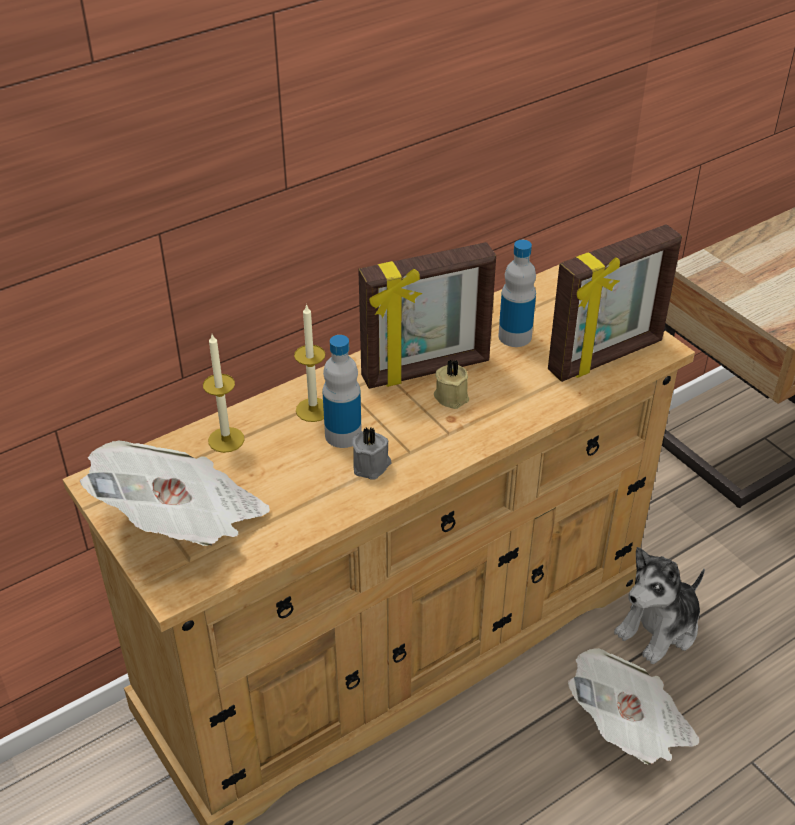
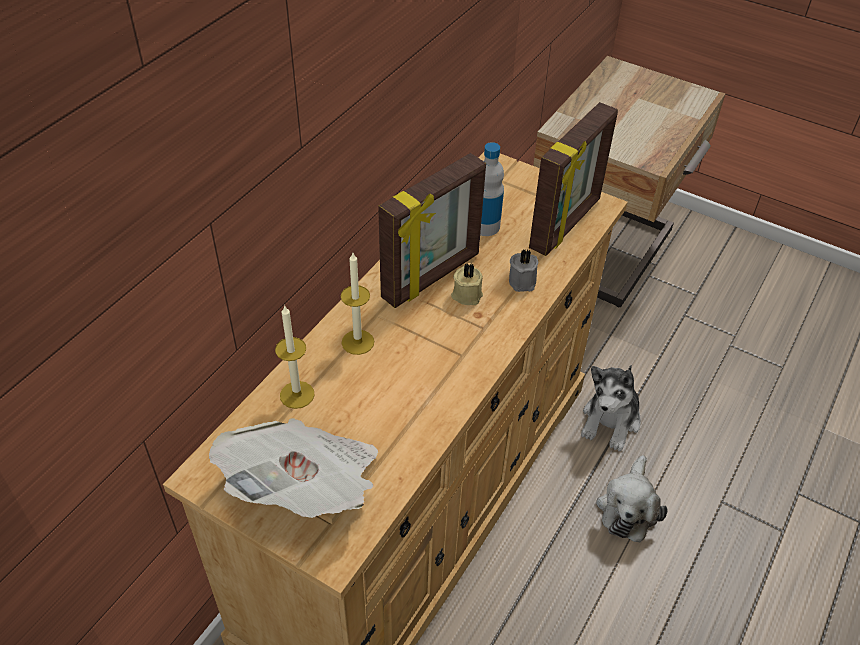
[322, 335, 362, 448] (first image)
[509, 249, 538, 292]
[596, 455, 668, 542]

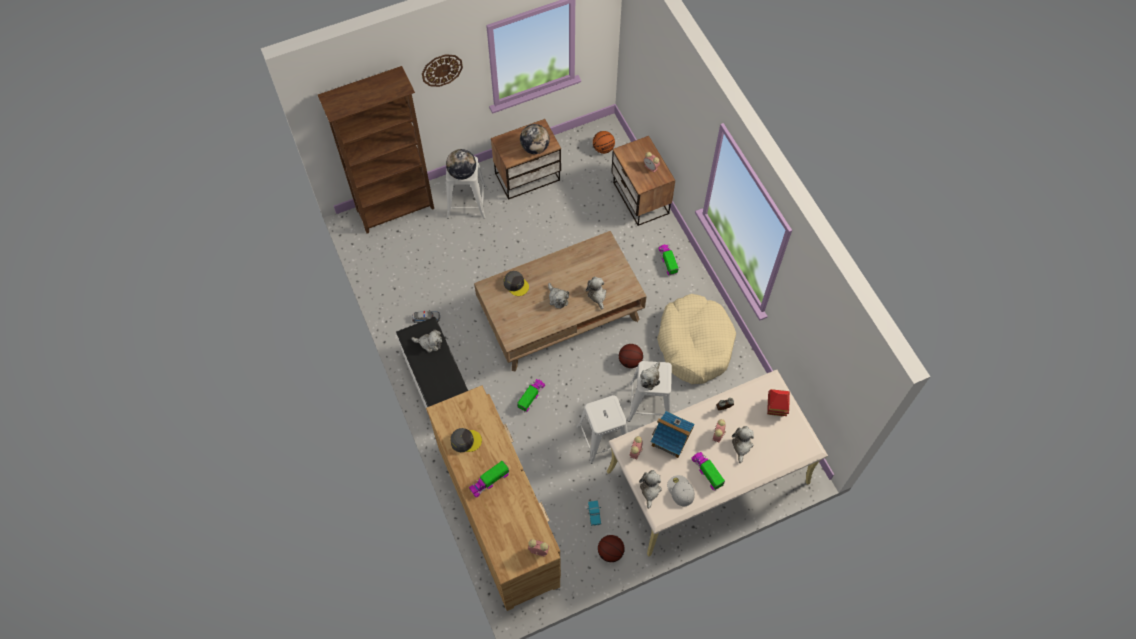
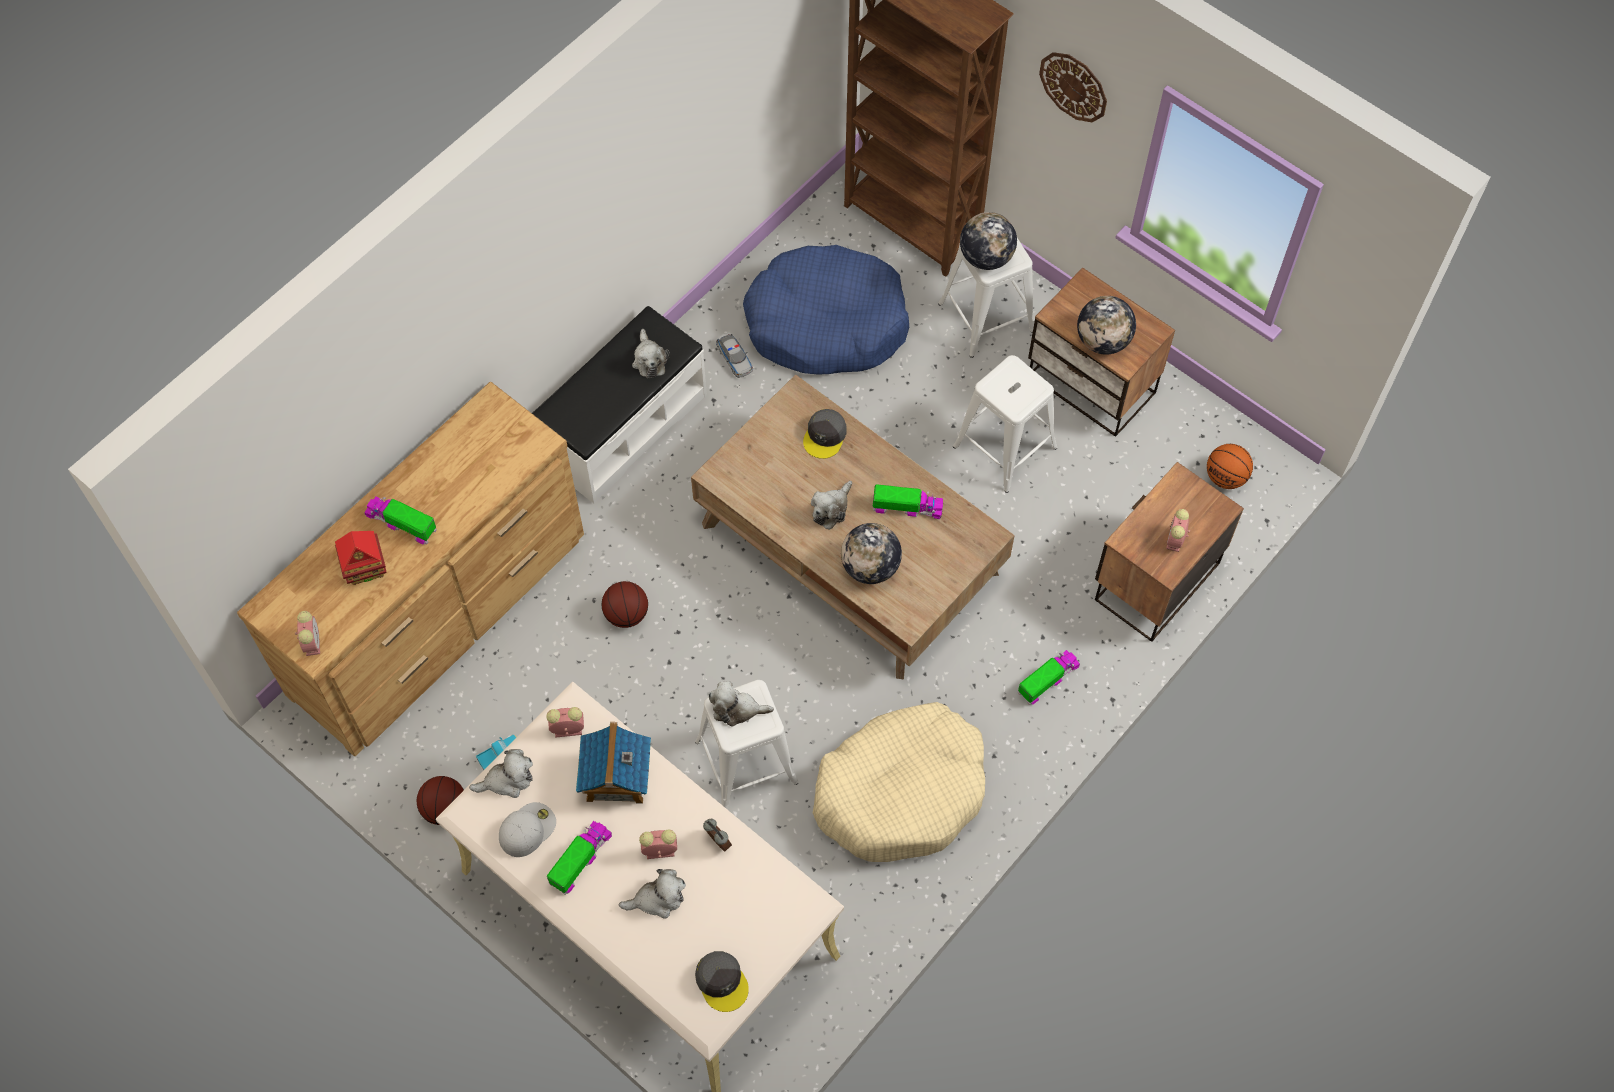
[695, 951, 749, 1012]
[873, 484, 943, 520]
[953, 355, 1057, 493]
[841, 523, 902, 584]
[602, 581, 648, 628]
[335, 531, 387, 585]
[743, 245, 909, 375]

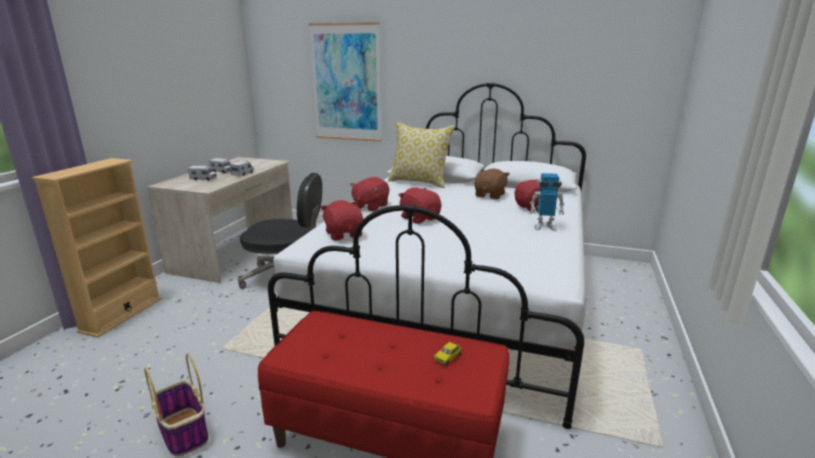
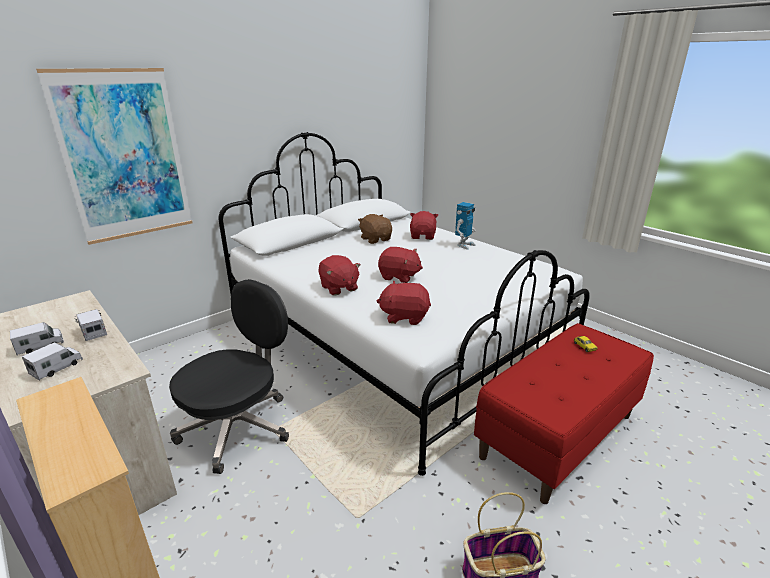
[388, 122, 455, 188] (first image)
[378, 247, 423, 283]

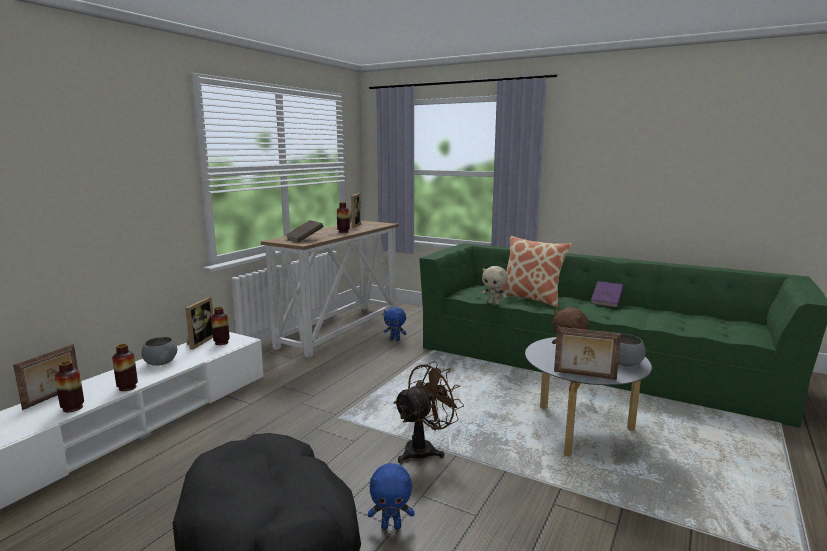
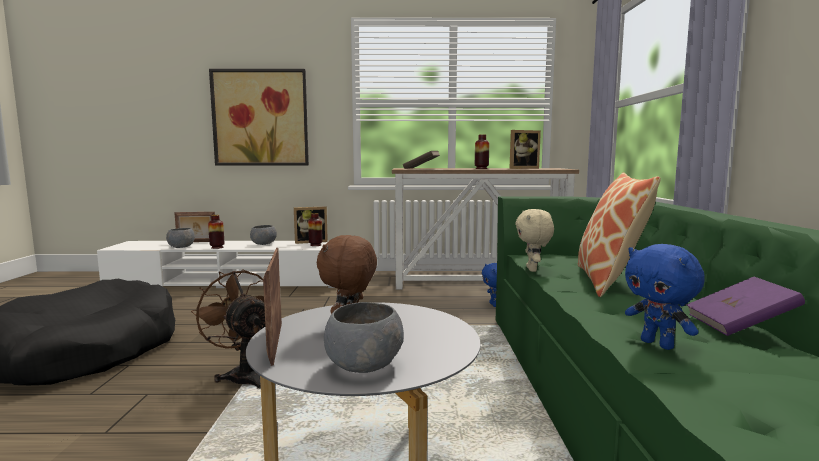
[166, 228, 195, 248]
[625, 244, 705, 350]
[191, 269, 265, 389]
[209, 69, 309, 166]

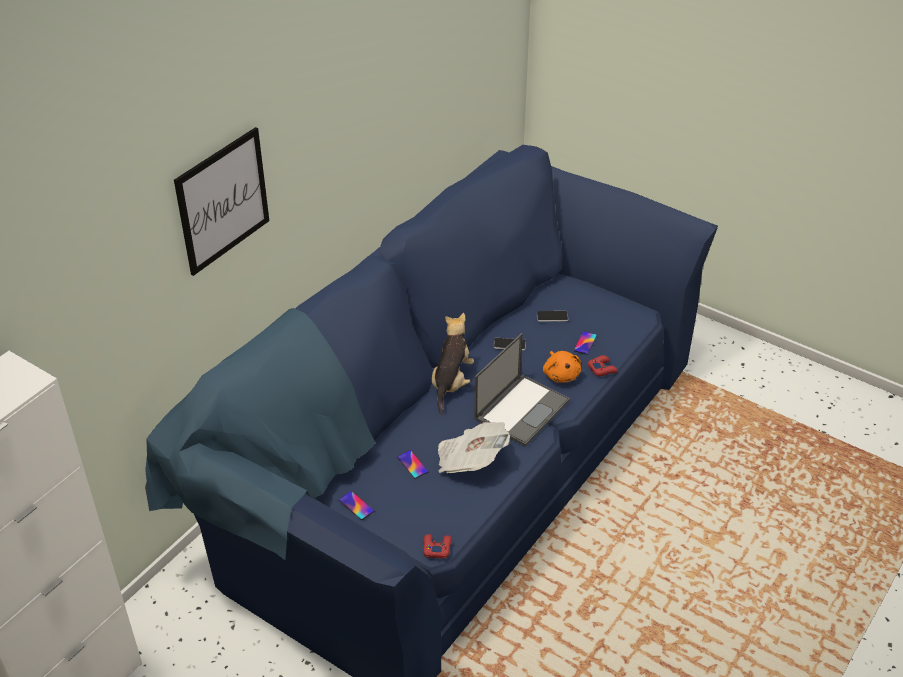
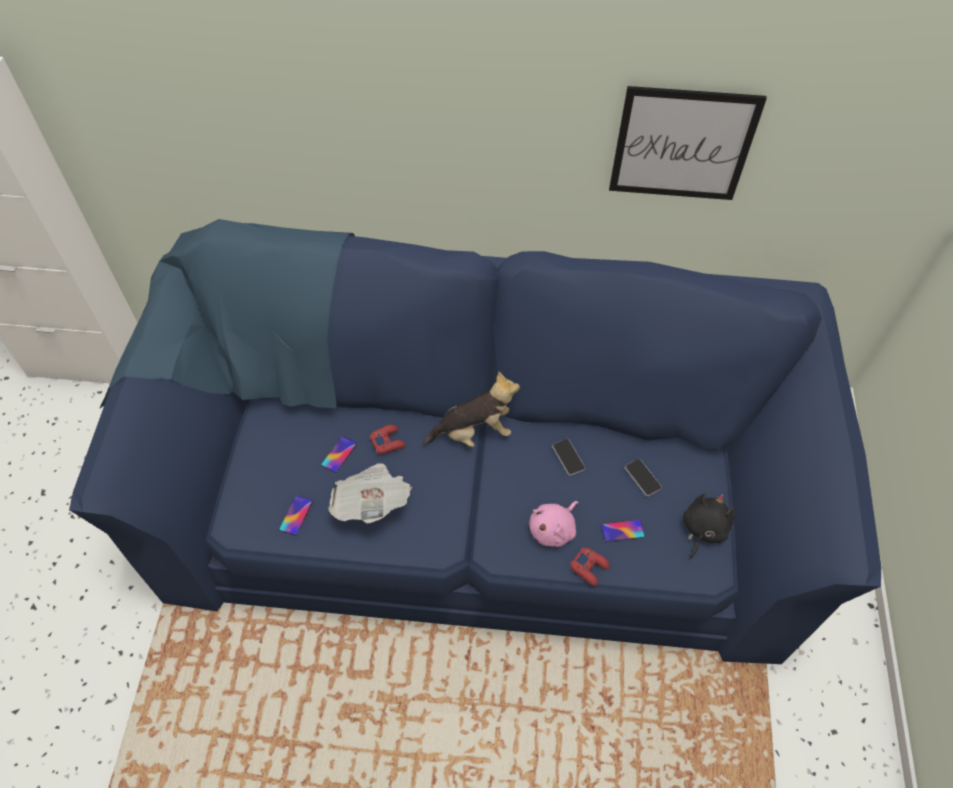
[609, 86, 767, 200]
[279, 495, 313, 536]
[370, 425, 406, 454]
[474, 333, 570, 447] (first image)
[529, 501, 578, 547]
[683, 493, 735, 559]

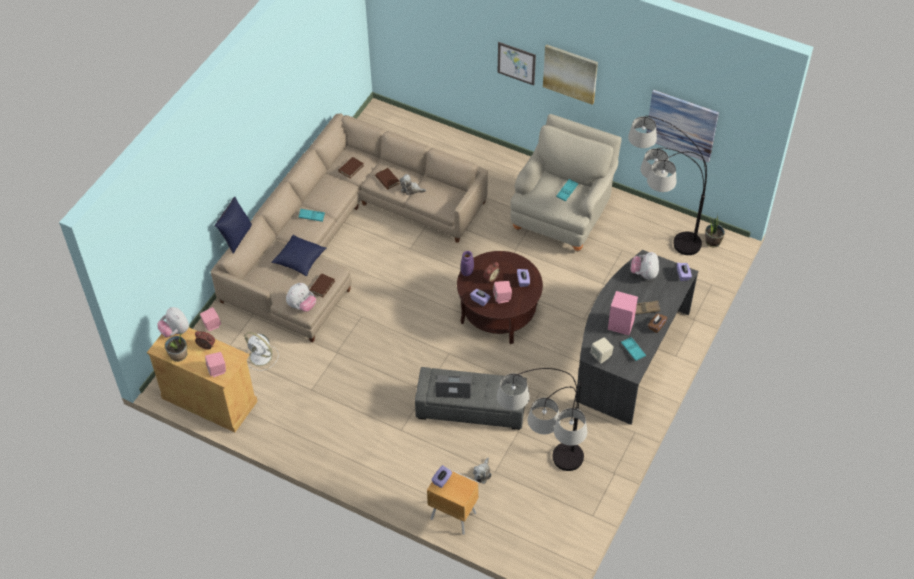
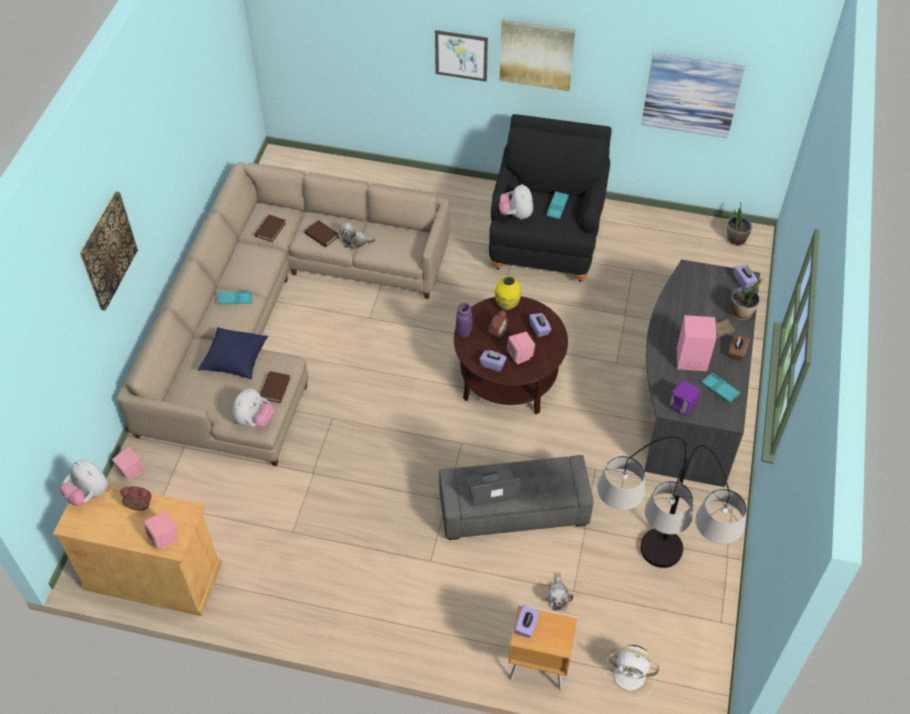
[730, 278, 764, 320]
[215, 197, 252, 254] (first image)
[605, 645, 659, 699]
[489, 114, 612, 282]
[669, 380, 701, 416]
[628, 116, 707, 255] (first image)
[499, 184, 533, 219]
[80, 191, 138, 311]
[495, 275, 521, 310]

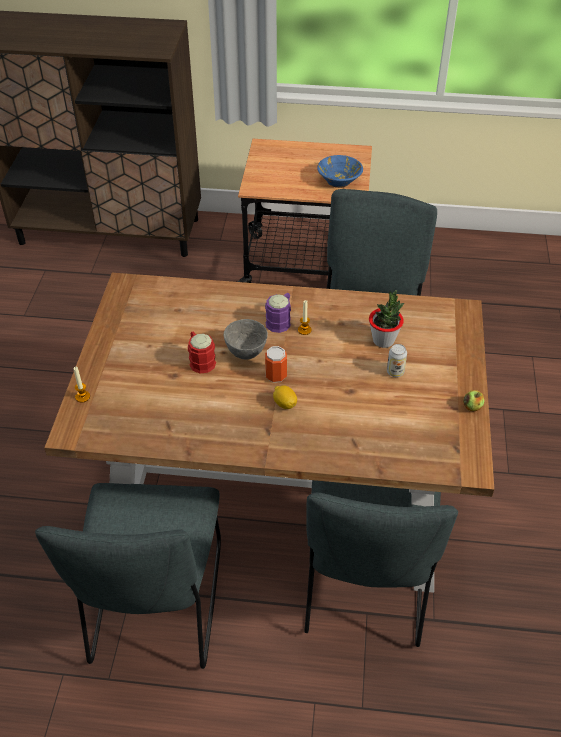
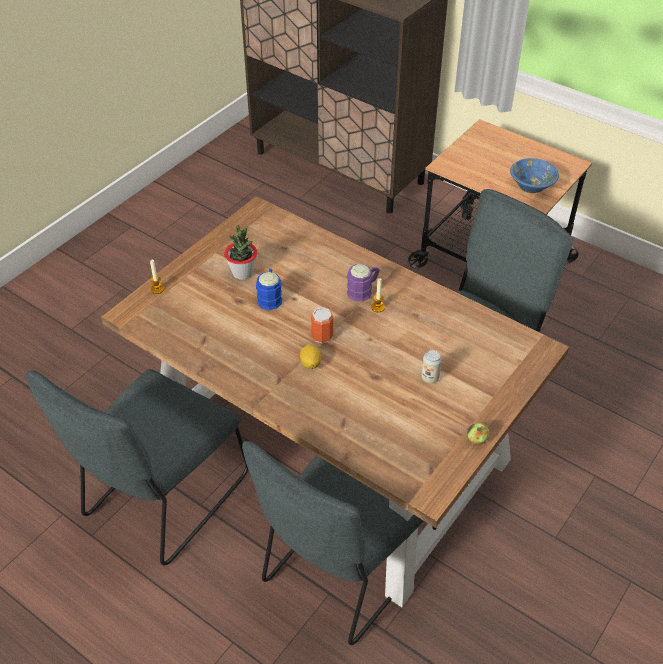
[256, 269, 282, 310]
[224, 319, 268, 360] (first image)
[224, 226, 257, 280]

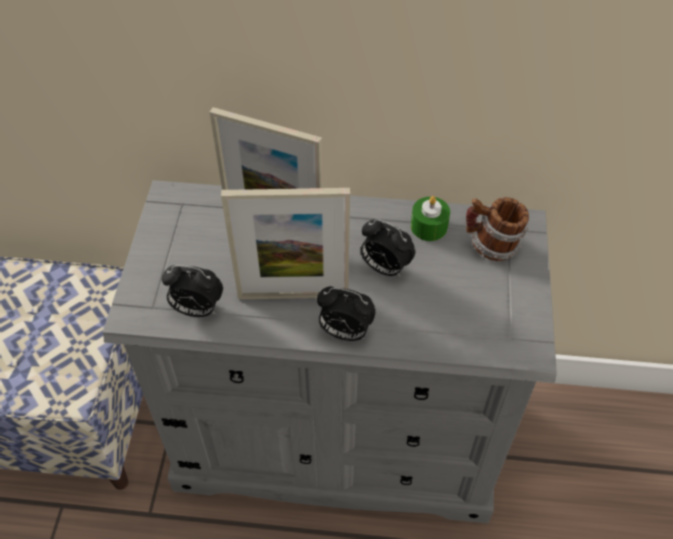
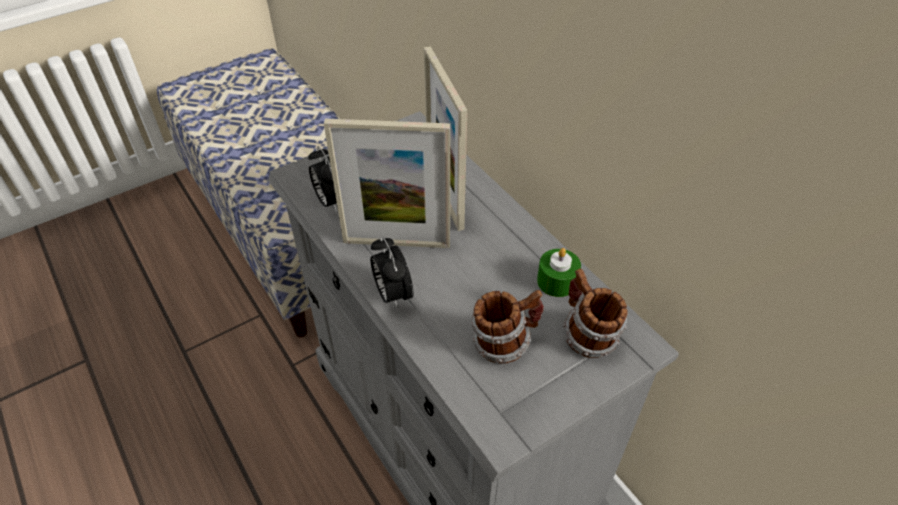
[324, 119, 450, 248]
[361, 219, 415, 277] (first image)
[471, 290, 544, 364]

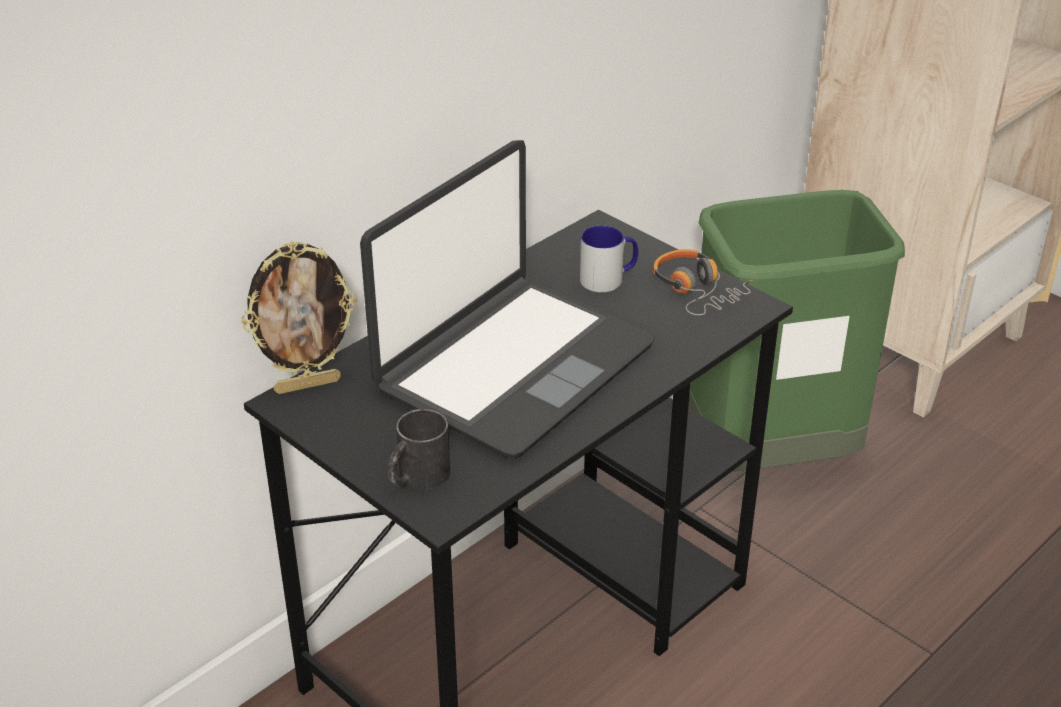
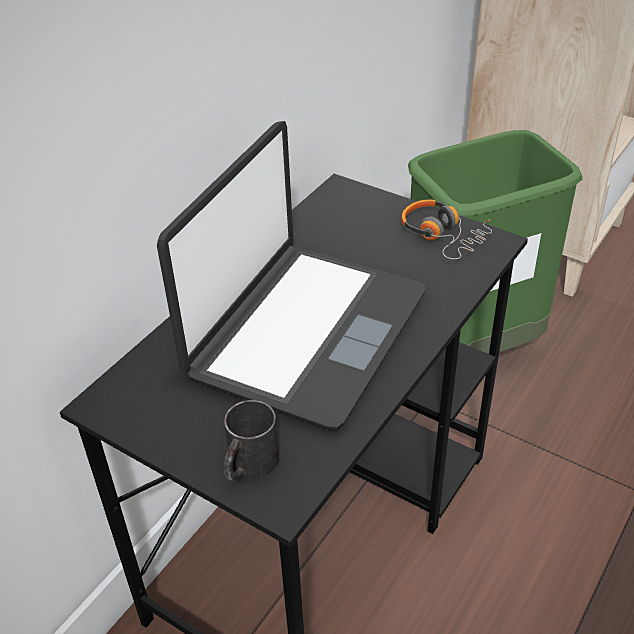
[241, 241, 357, 394] (first image)
[580, 226, 638, 292] (first image)

